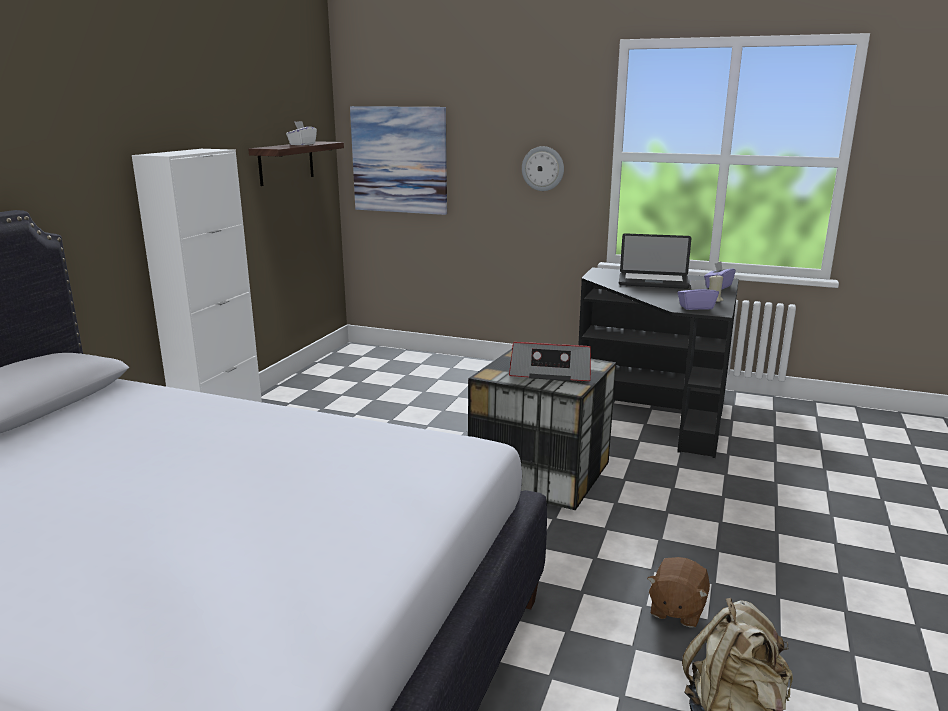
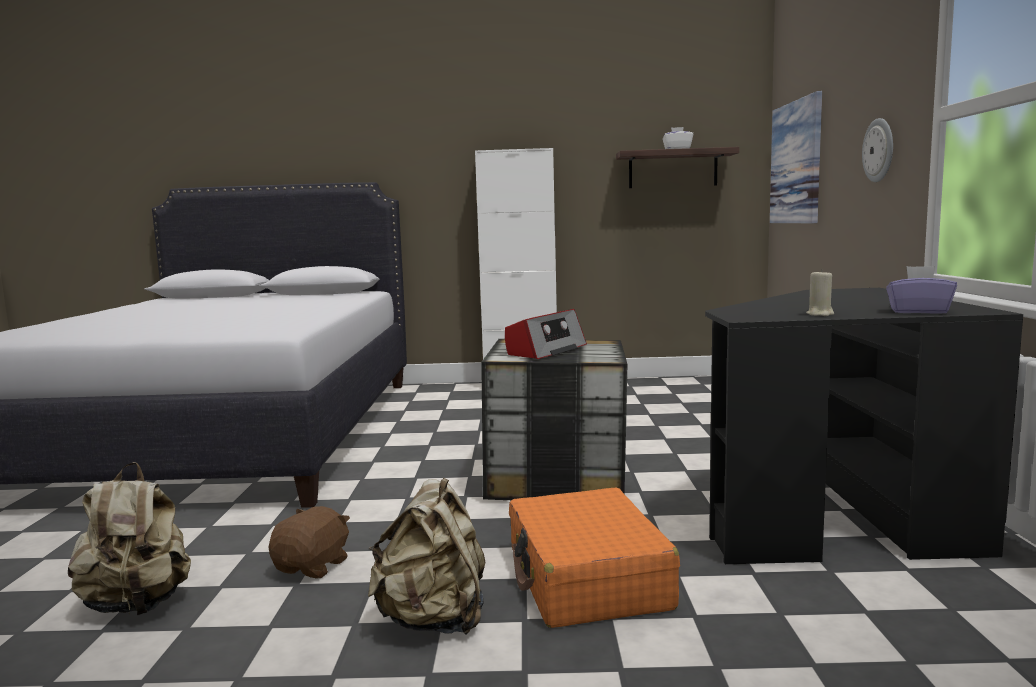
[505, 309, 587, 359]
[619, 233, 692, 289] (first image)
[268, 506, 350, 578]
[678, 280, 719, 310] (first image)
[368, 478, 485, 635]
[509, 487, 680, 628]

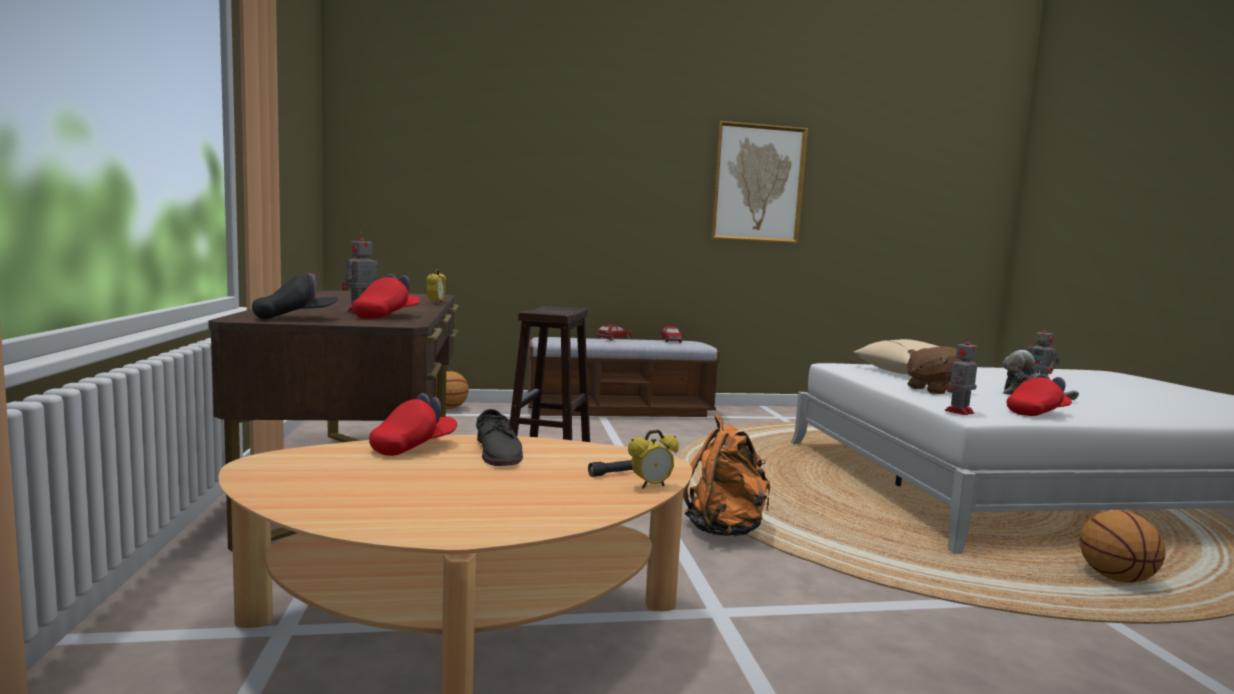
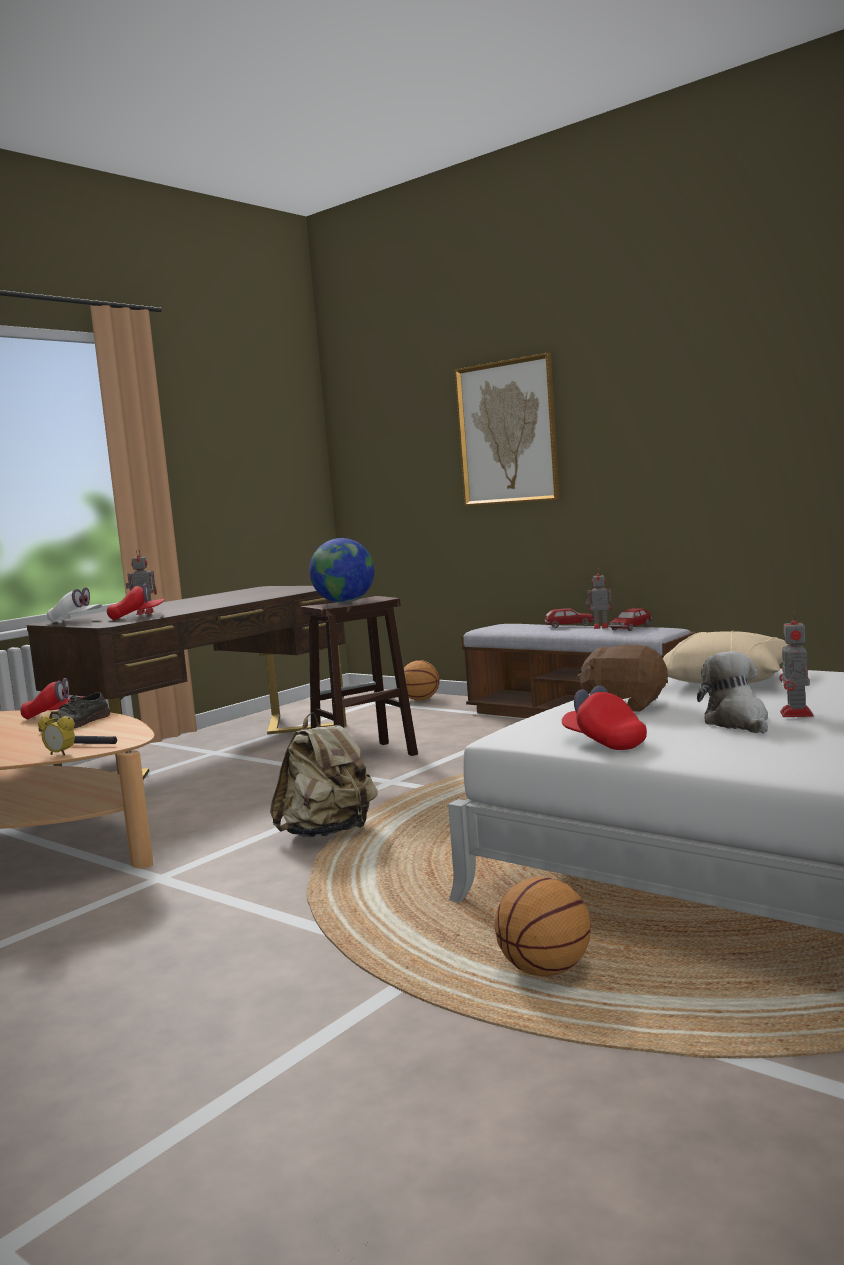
[47, 587, 102, 622]
[427, 270, 446, 303] (first image)
[270, 713, 377, 837]
[455, 353, 560, 506]
[586, 570, 612, 629]
[562, 685, 647, 750]
[309, 538, 374, 603]

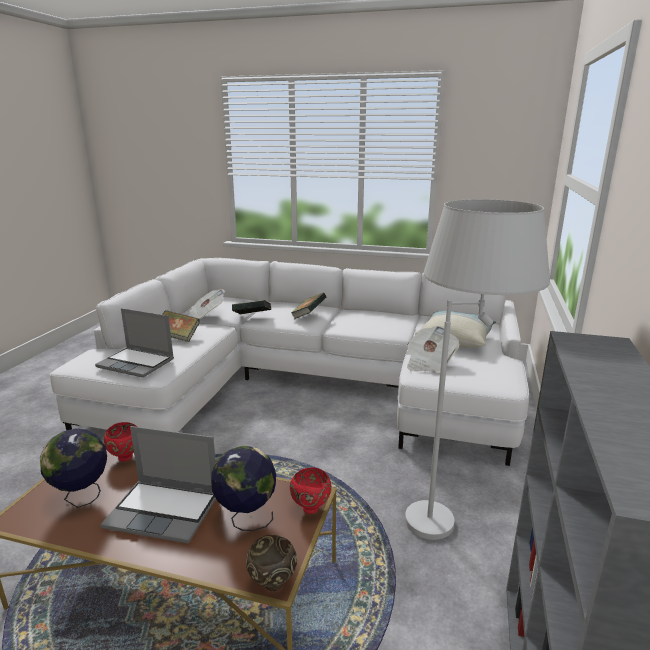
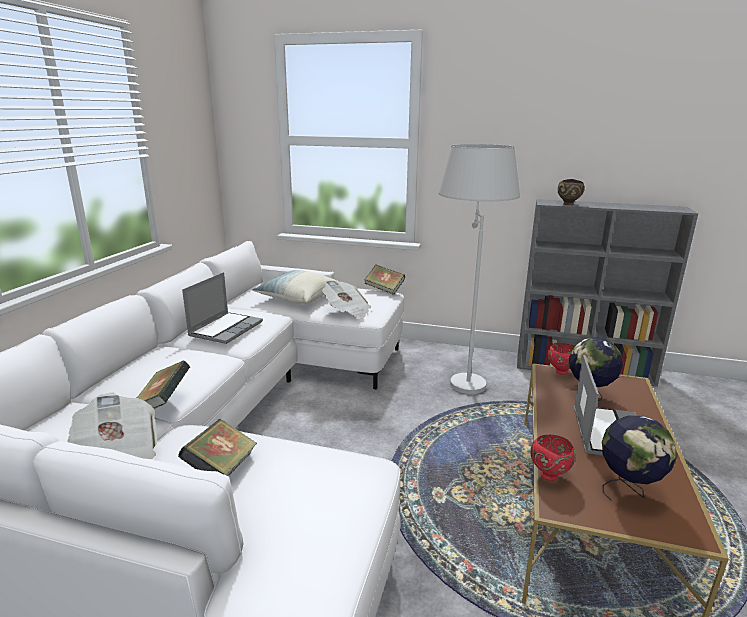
[182, 272, 263, 344]
[558, 179, 585, 205]
[364, 265, 405, 295]

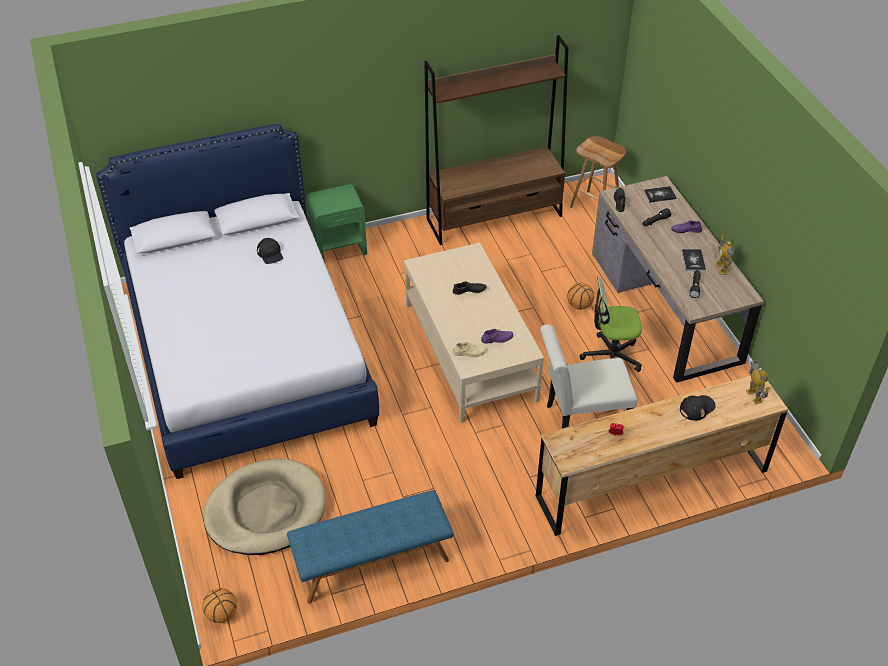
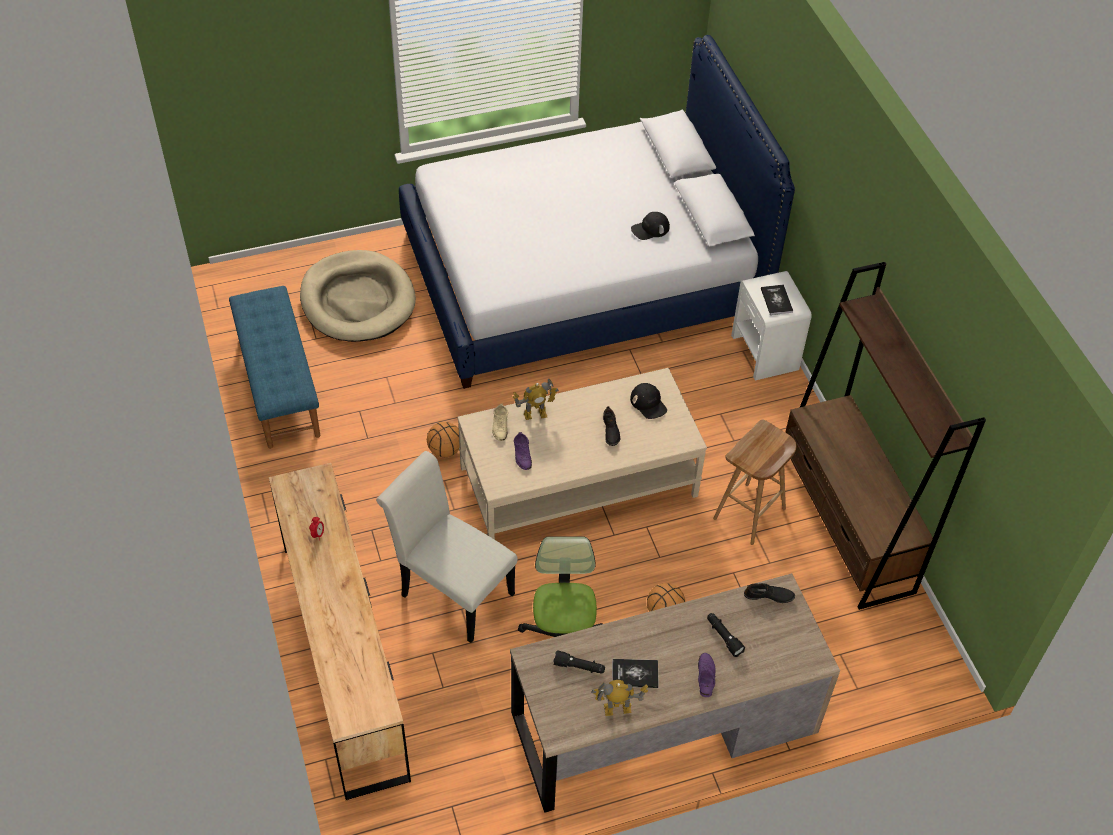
[427, 422, 460, 457]
[731, 271, 812, 380]
[376, 451, 518, 643]
[713, 420, 797, 545]
[761, 284, 793, 315]
[630, 383, 667, 419]
[512, 379, 559, 420]

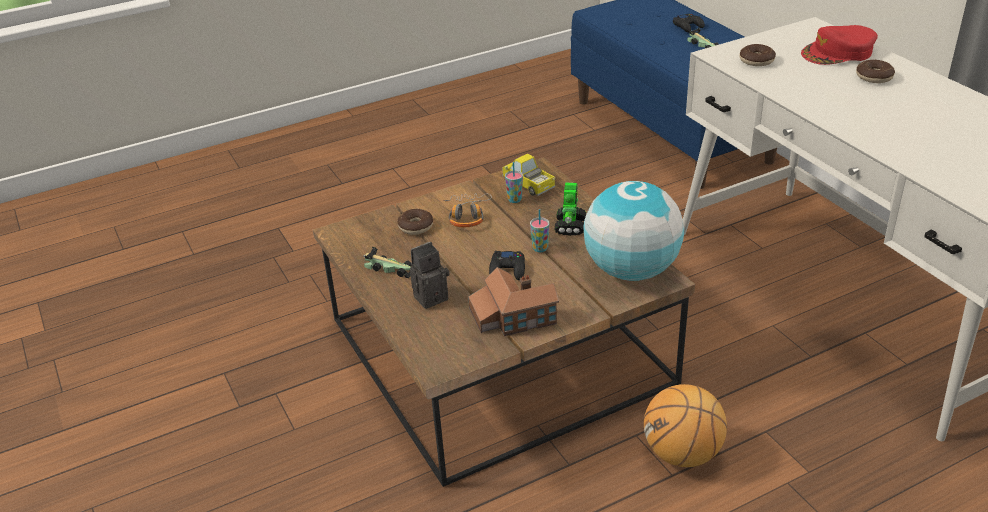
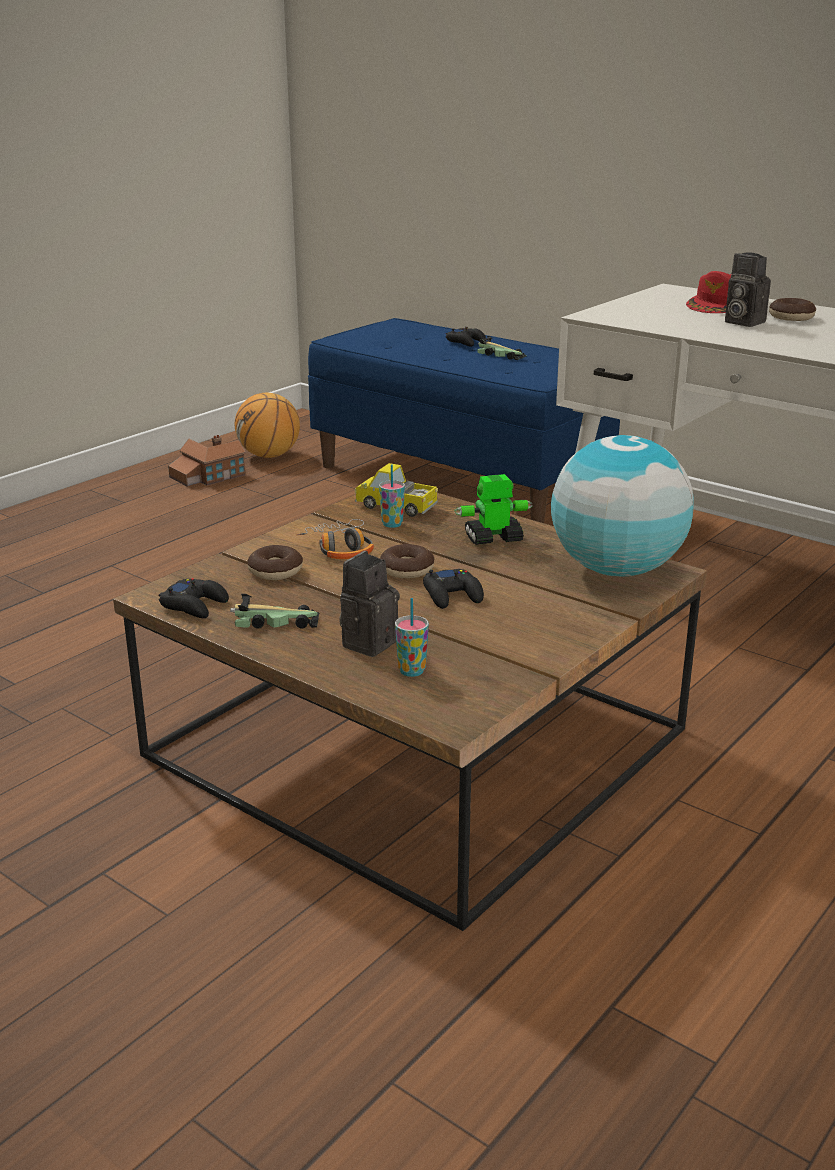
[168, 435, 246, 487]
[395, 598, 429, 677]
[454, 474, 532, 545]
[235, 393, 300, 458]
[380, 544, 434, 578]
[159, 578, 229, 618]
[725, 252, 771, 327]

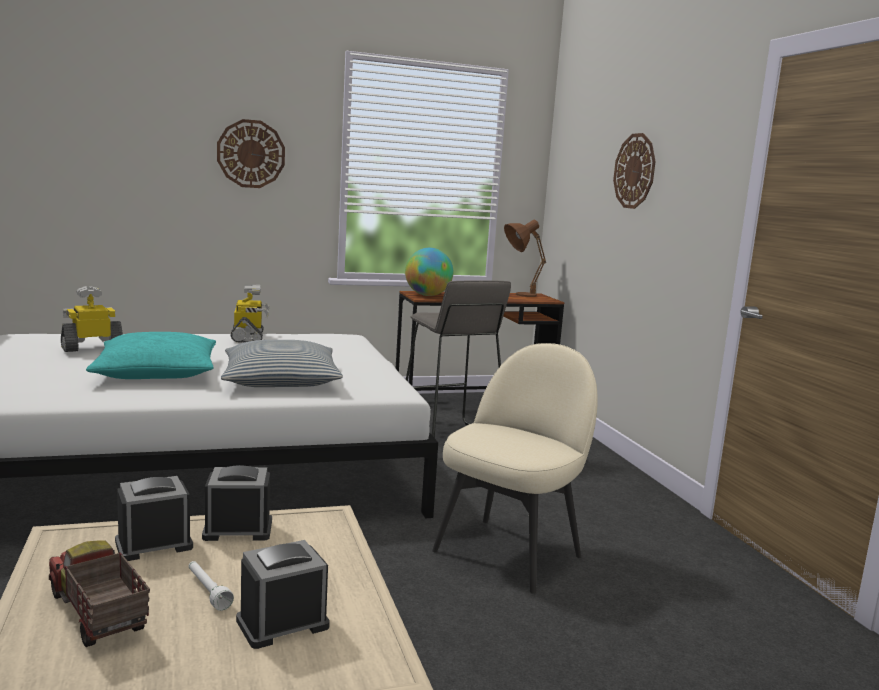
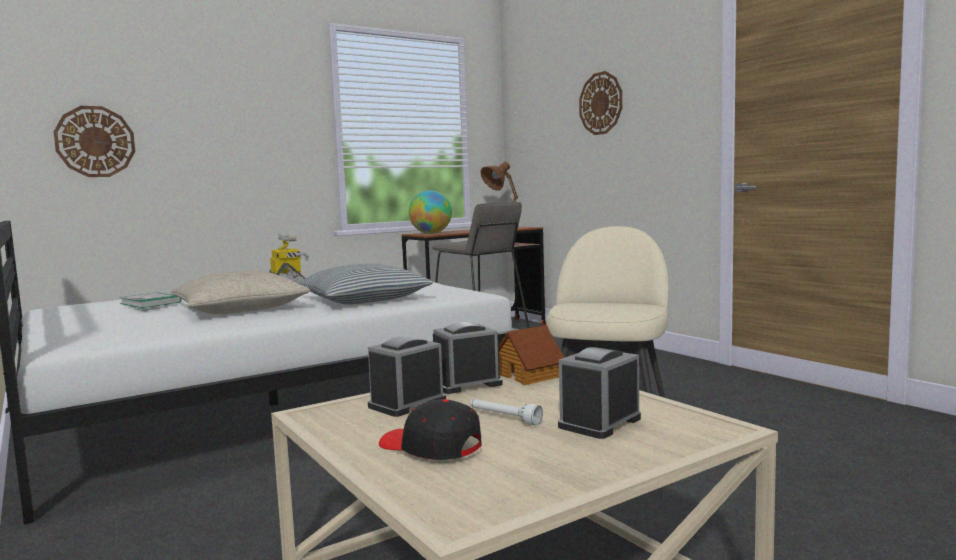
[379, 399, 482, 460]
[119, 292, 181, 308]
[171, 270, 310, 314]
[54, 106, 135, 177]
[499, 325, 565, 385]

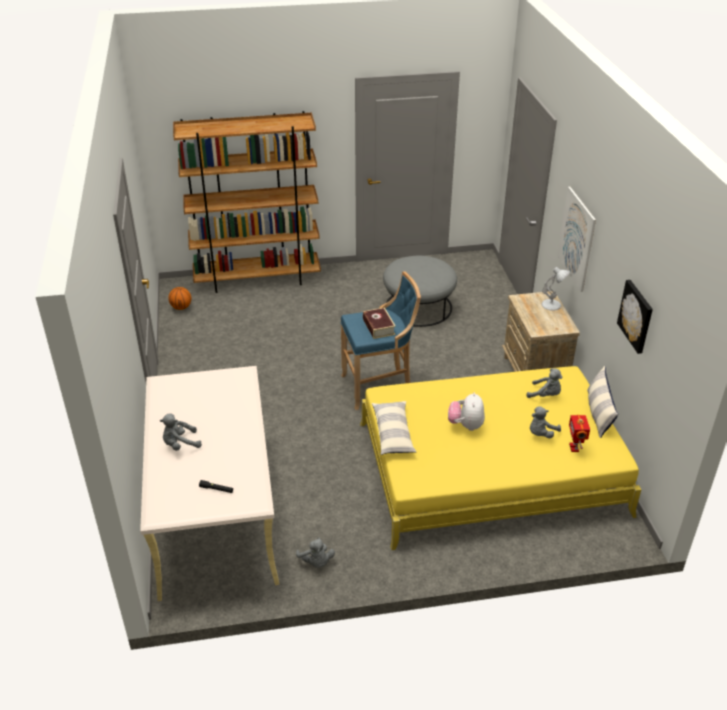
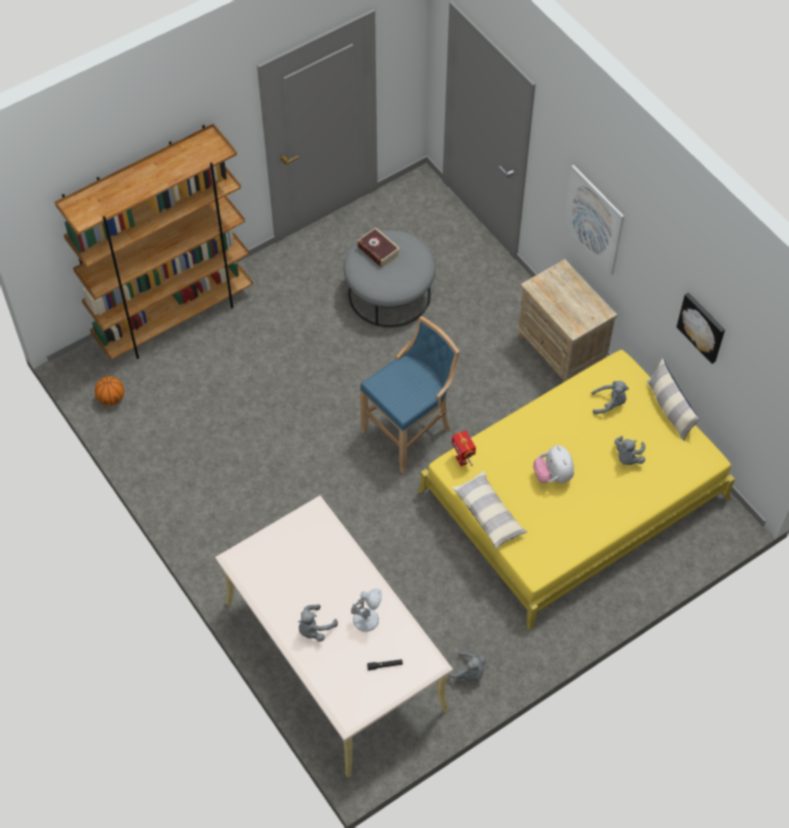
[357, 227, 400, 268]
[351, 589, 382, 632]
[452, 430, 476, 466]

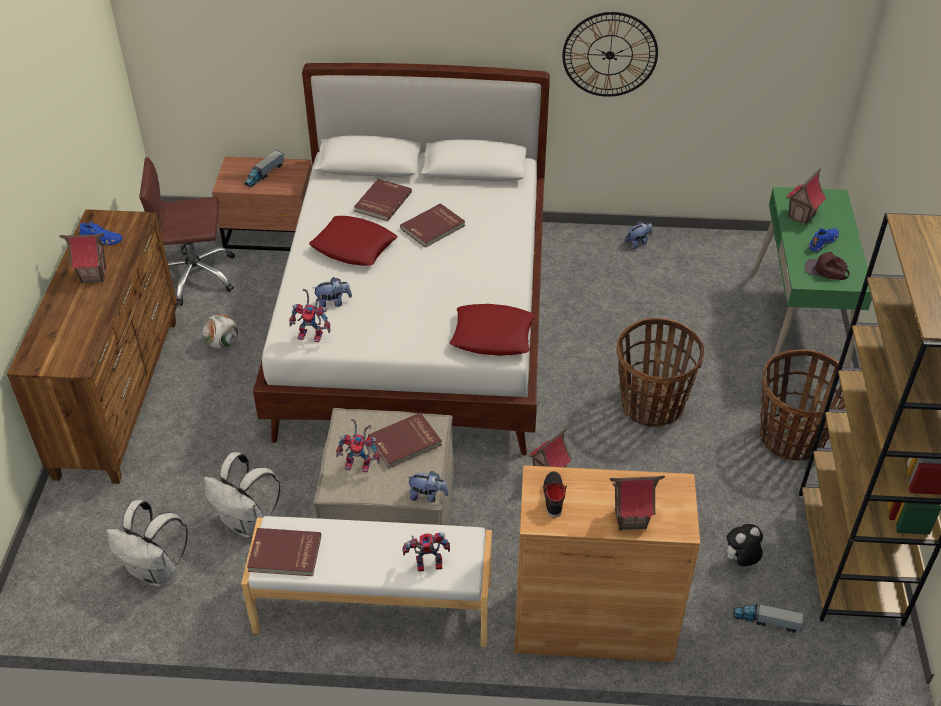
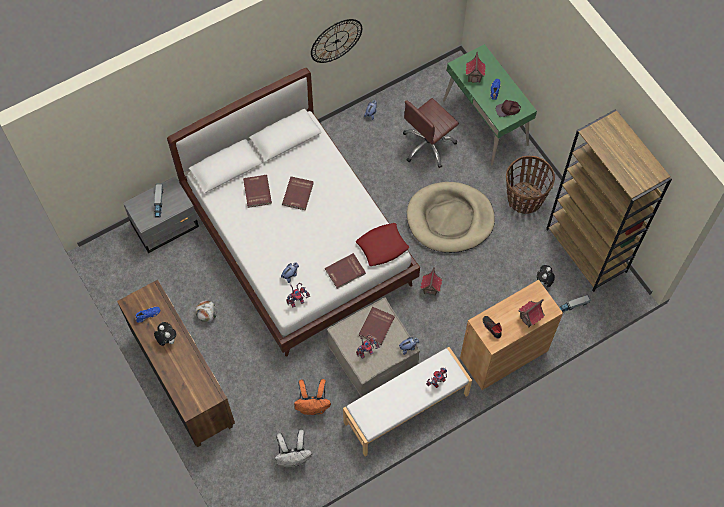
[154, 322, 176, 346]
[403, 98, 459, 168]
[294, 379, 331, 415]
[123, 176, 199, 253]
[325, 253, 366, 289]
[309, 216, 397, 266] (first image)
[407, 182, 495, 253]

